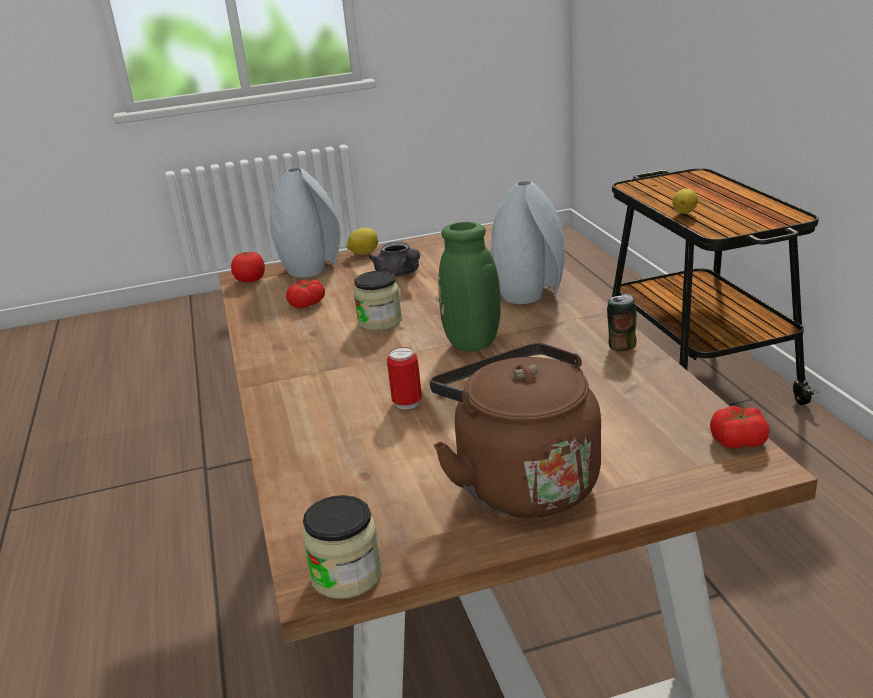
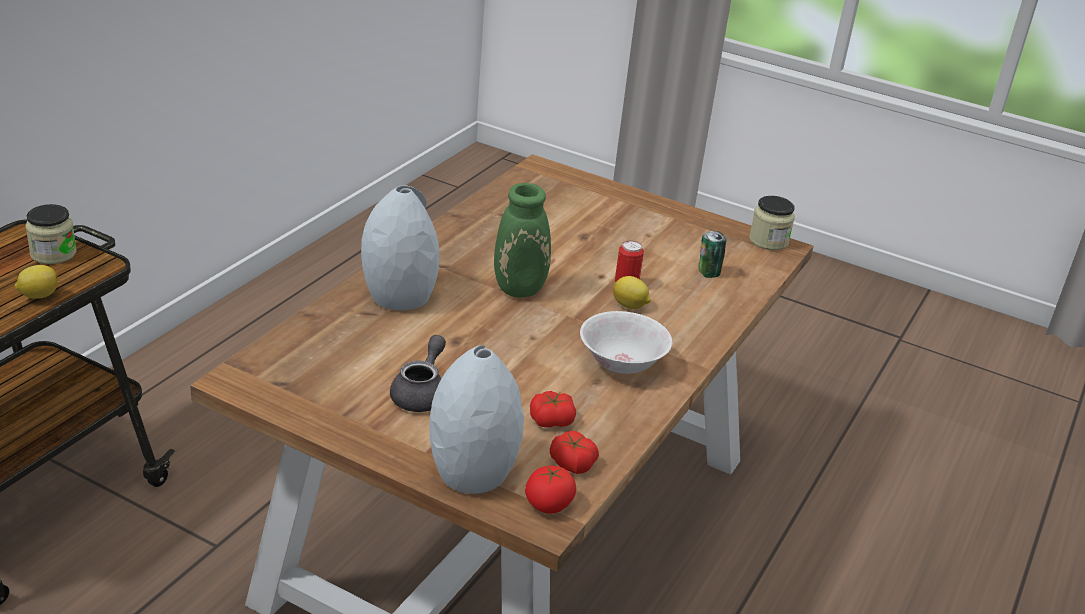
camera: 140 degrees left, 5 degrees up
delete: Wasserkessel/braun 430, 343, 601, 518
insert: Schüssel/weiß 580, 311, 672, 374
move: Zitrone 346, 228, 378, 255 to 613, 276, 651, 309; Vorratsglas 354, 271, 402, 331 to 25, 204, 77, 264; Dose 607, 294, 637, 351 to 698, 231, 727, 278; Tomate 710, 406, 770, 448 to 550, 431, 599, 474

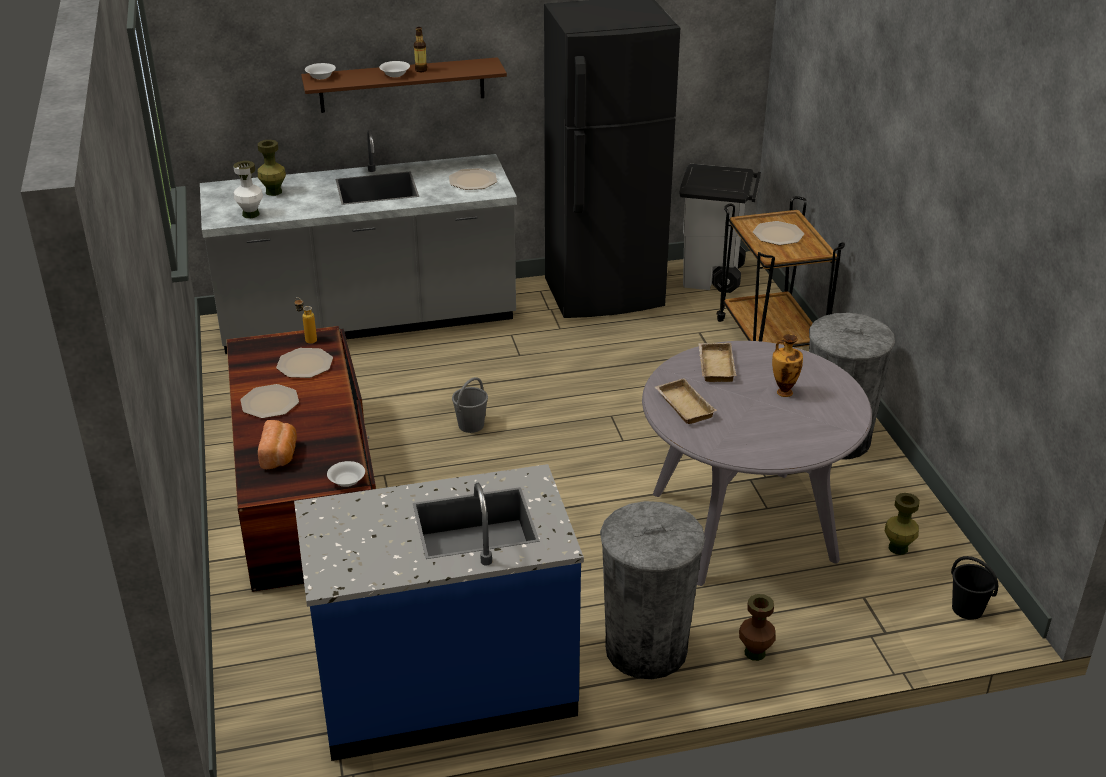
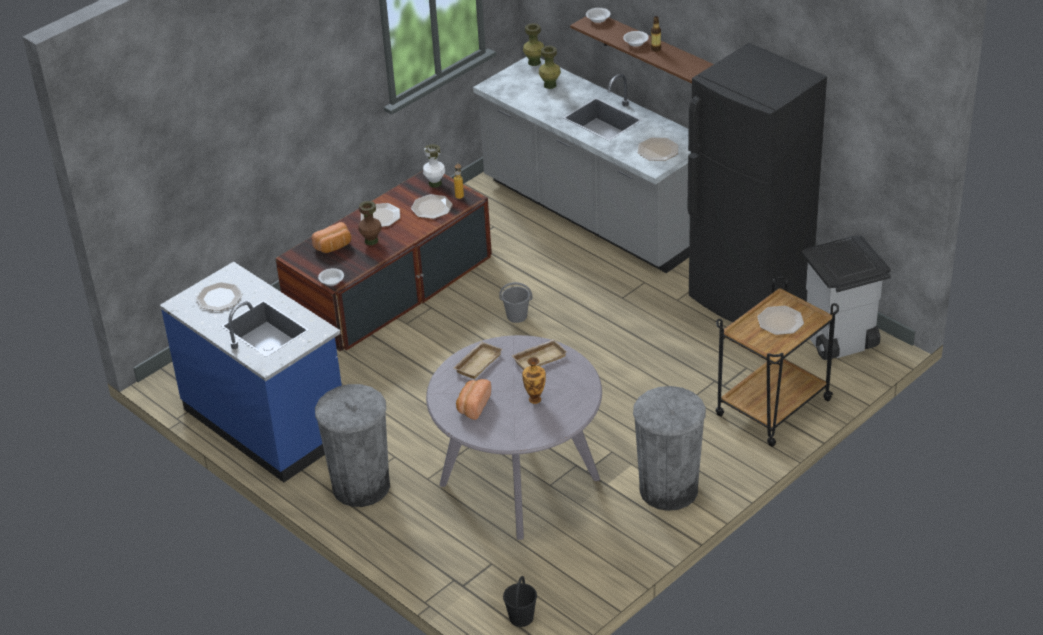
camera: 60 degrees right, 5 degrees up
insert: Teller 196, 282, 242, 311; Brot 456, 379, 491, 420
move: Vase/weiß 233, 161, 263, 218 to 423, 144, 445, 187; Vase/braun 739, 594, 776, 661 to 358, 201, 382, 245; Vase/grün 885, 493, 920, 555 to 523, 23, 544, 66

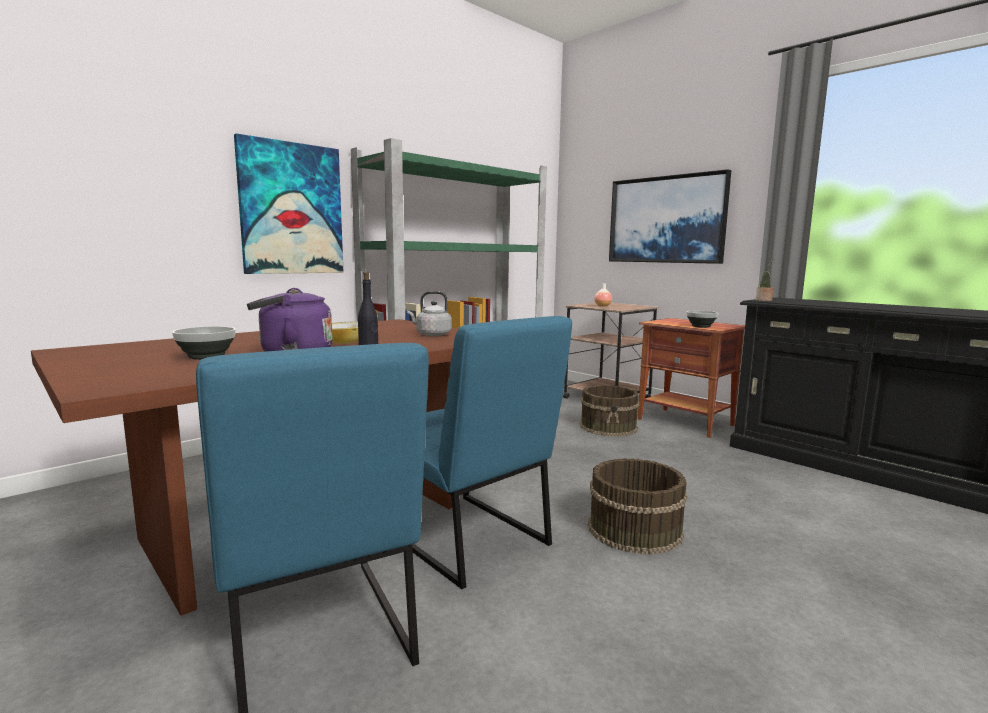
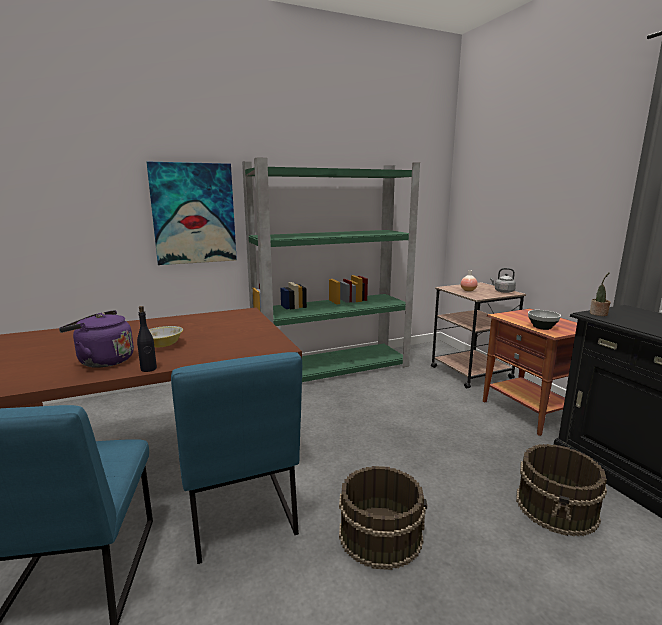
camera: 20 degrees right, 5 degrees up
delete: Schüssel 172, 326, 236, 360; Bild 609, 169, 731, 264
move: Wasserkessel/grau 407, 291, 452, 336 to 490, 268, 516, 293; Eimer/braun 580, 385, 640, 437 to 516, 444, 607, 537

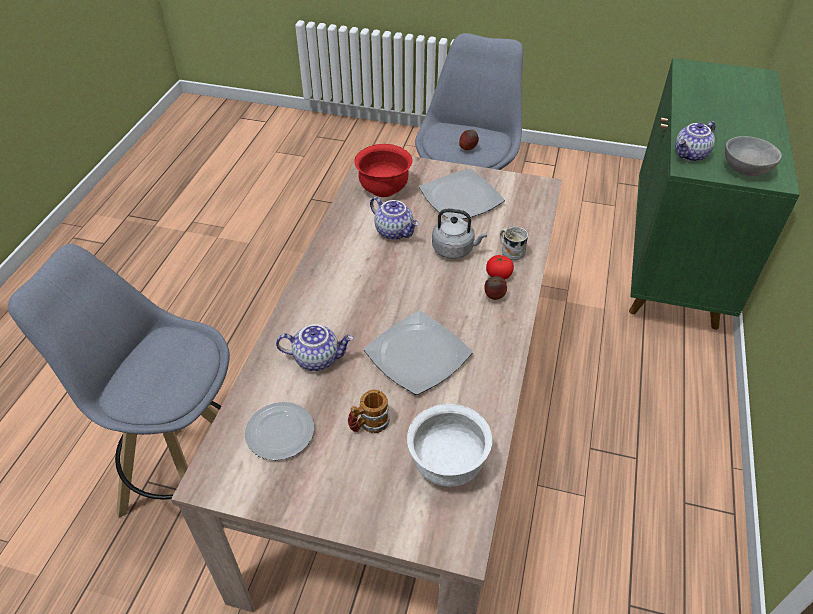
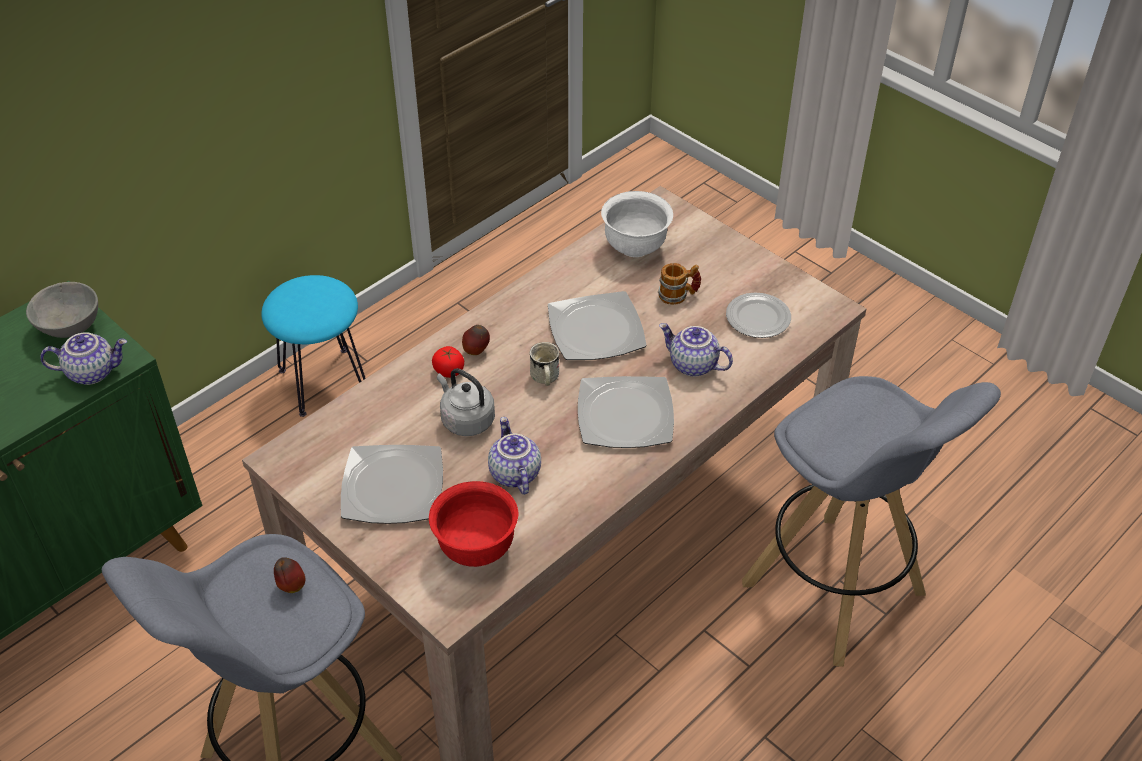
camera: 150 degrees left, 0 degrees up
insert: Hocker/türkis 261, 275, 366, 417; Teller 578, 376, 674, 448
move: Henkelbecher/weiß 500, 226, 528, 260 to 530, 342, 559, 386

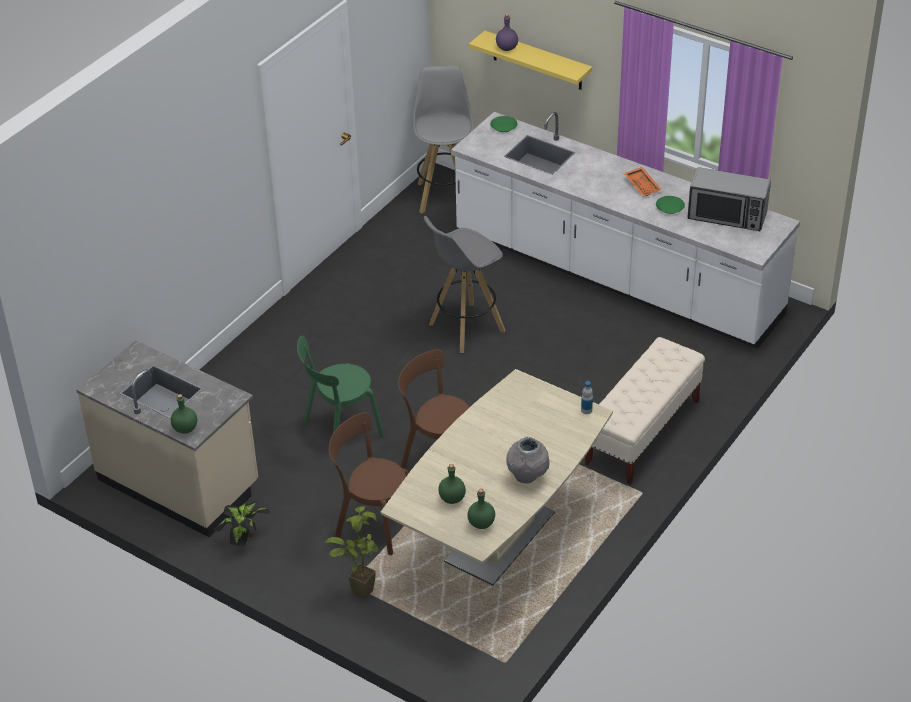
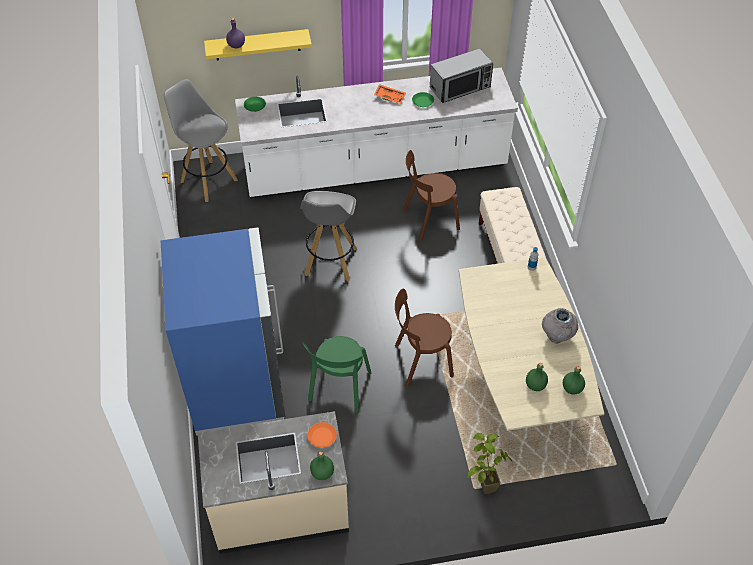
camera: 45 degrees left, 10 degrees up
delete: Topfpflanze 215, 501, 270, 546
insert: Kühlschrank/blau 160, 227, 285, 436; Teller/orange 308, 422, 337, 448
move: Stuhl/braun 329, 412, 409, 555 to 403, 150, 460, 241

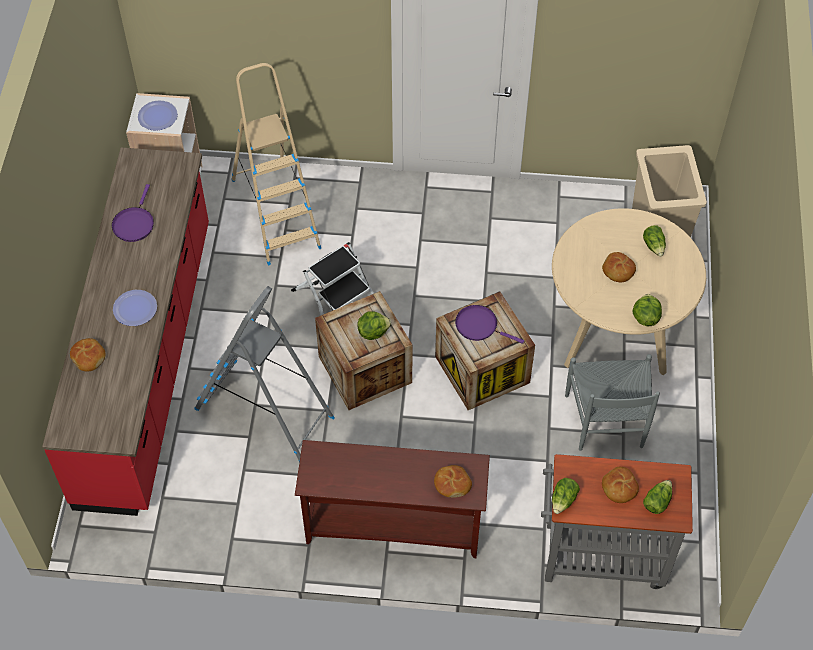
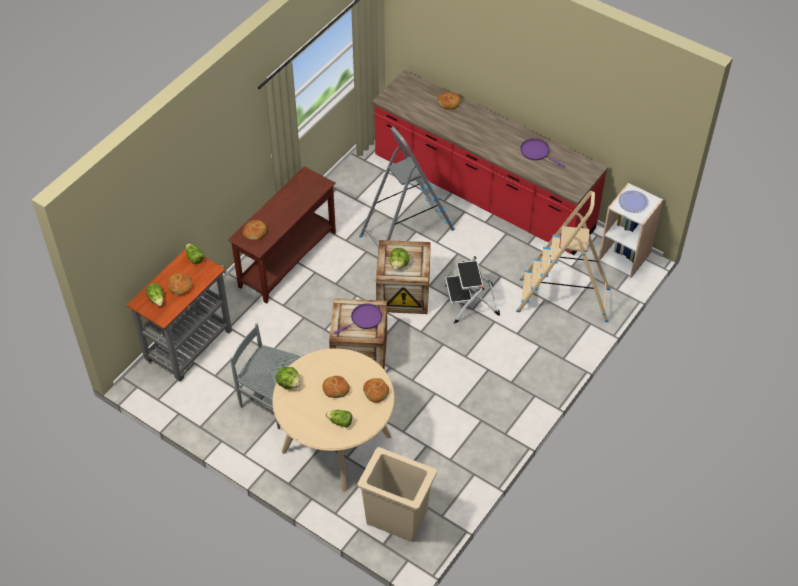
camera: 120 degrees right, 5 degrees down
delete: Teller 113, 290, 157, 326
insert: Brot 363, 378, 389, 403

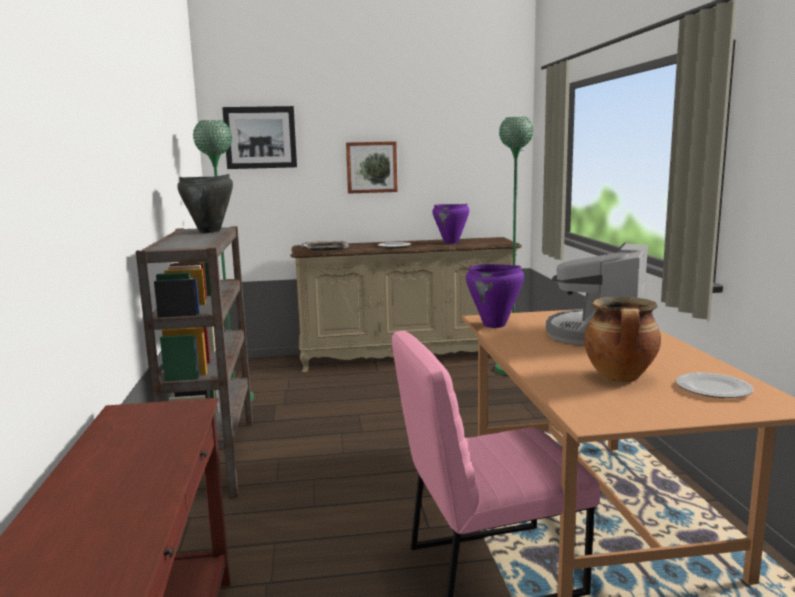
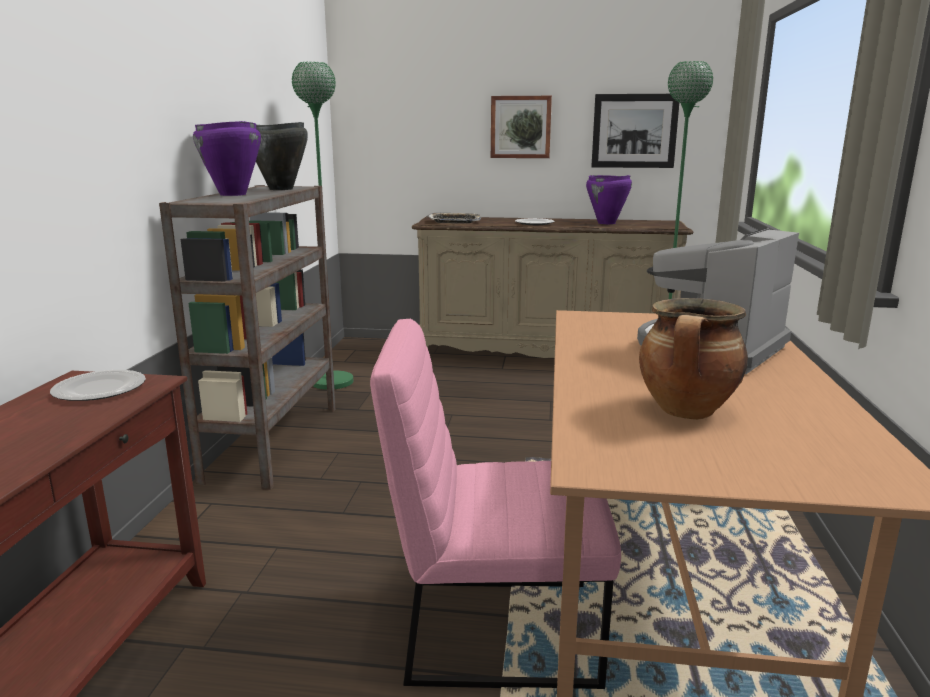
camera: 15 degrees right, 5 degrees up
move: Bild 222, 106, 297, 169 to 591, 94, 679, 168; Kochtopf/lila 466, 264, 524, 328 to 193, 121, 261, 196; Teller 675, 373, 754, 398 to 50, 370, 146, 401

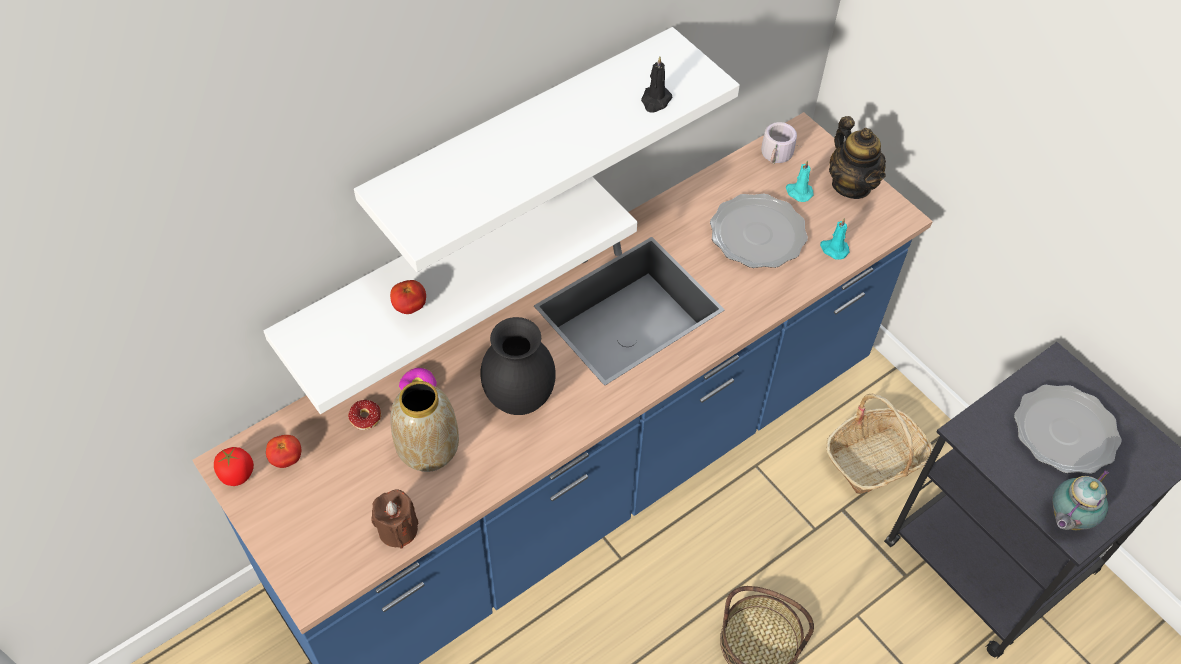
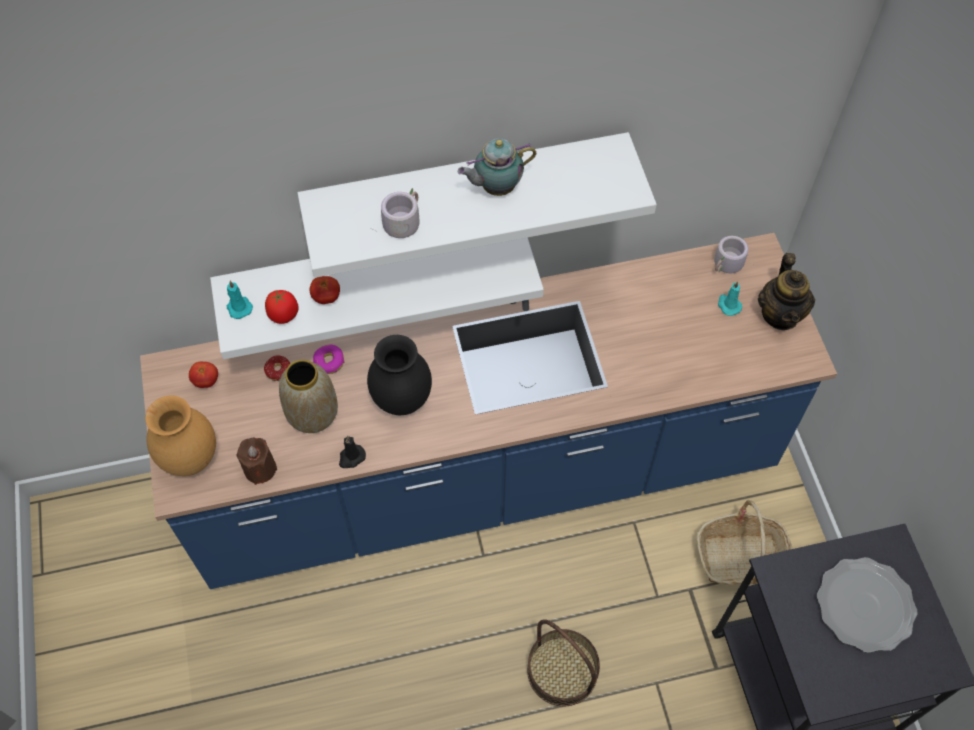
camera: 25 degrees right, 5 degrees up
delete: Teller 710, 194, 808, 268
insert: Vase/braun 145, 395, 216, 476; Henkelbecher/grau 371, 188, 420, 238
move: Tomate 214, 447, 254, 486 to 265, 290, 298, 324; Kerze/schwarz 641, 56, 673, 113 to 339, 436, 366, 468; Kerze/türkis 820, 218, 849, 260 to 227, 281, 253, 319; Teekanne 1052, 470, 1109, 530 to 458, 138, 536, 196

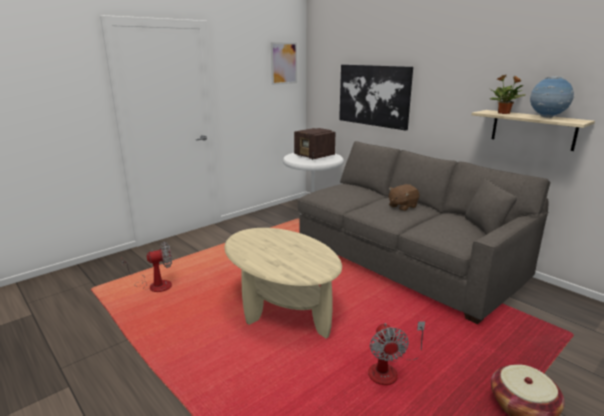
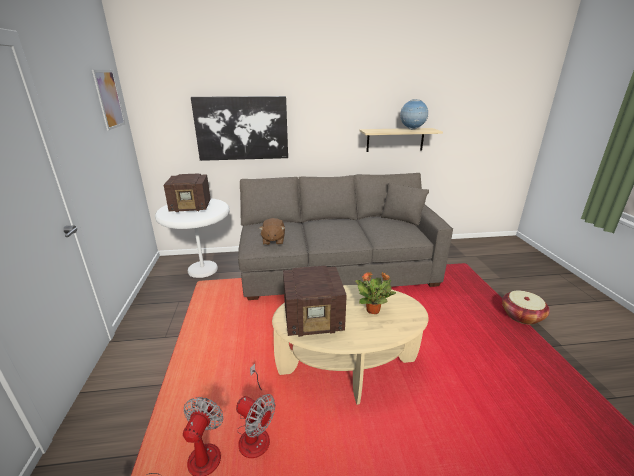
camera: 55 degrees left, 5 degrees up
insert: Radio 283, 266, 347, 337
move: Ventilator 368, 321, 425, 385 to 236, 363, 275, 458; Plüschtier/braun 389, 184, 420, 211 to 259, 218, 285, 245; Topfpflanze 490, 75, 525, 114 to 355, 272, 396, 314

